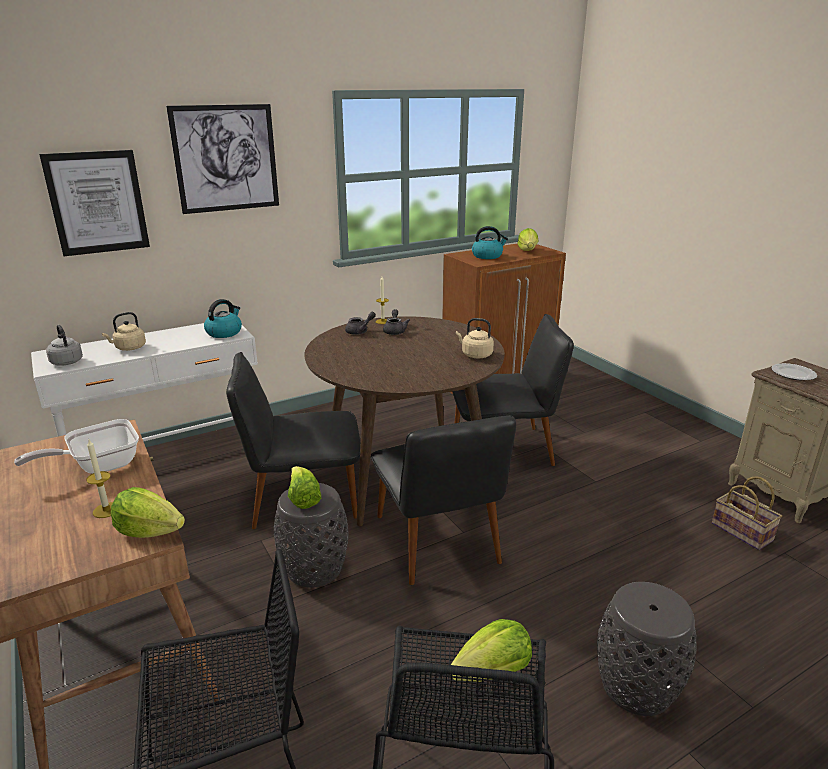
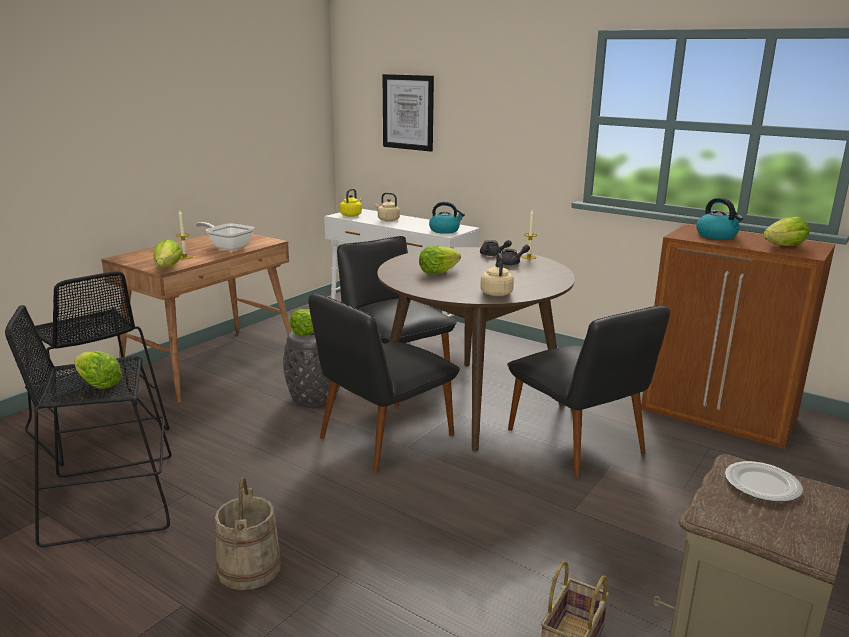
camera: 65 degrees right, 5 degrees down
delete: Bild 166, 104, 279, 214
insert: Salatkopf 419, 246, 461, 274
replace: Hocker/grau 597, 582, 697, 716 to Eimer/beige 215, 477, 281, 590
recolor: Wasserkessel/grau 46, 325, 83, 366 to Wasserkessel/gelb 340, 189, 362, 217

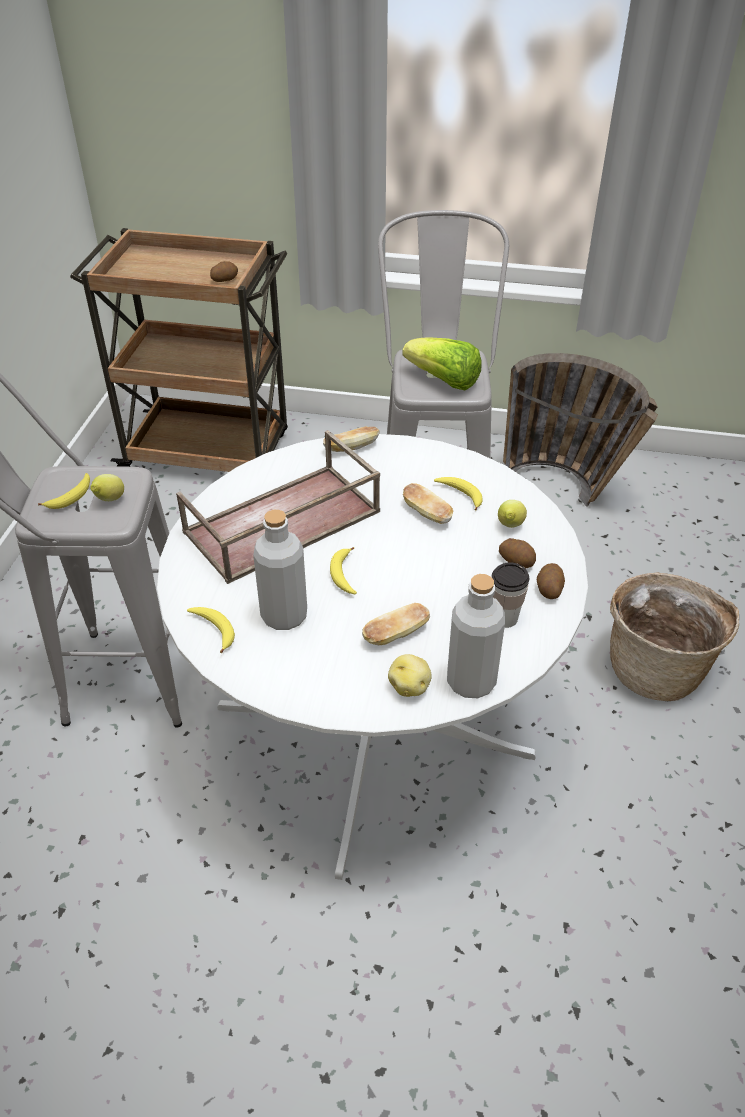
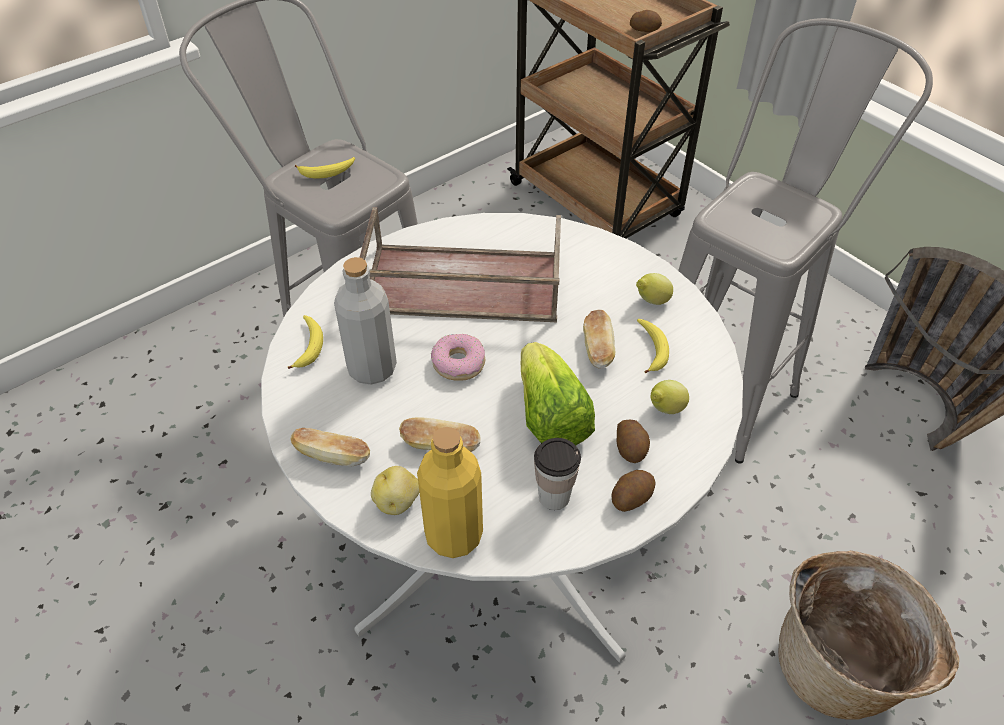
camera: 40 degrees right, 5 degrees up
move: Zitrone 90, 474, 124, 501 to 636, 273, 673, 305; Brot 323, 427, 380, 452 to 290, 428, 370, 466; Salatkopf 402, 337, 481, 390 to 521, 342, 595, 445
replace: Banane 330, 547, 357, 594 to Donut 431, 334, 485, 381
recolor: Flasche/grau 447, 574, 505, 698 to Flasche/gelb 417, 427, 483, 558

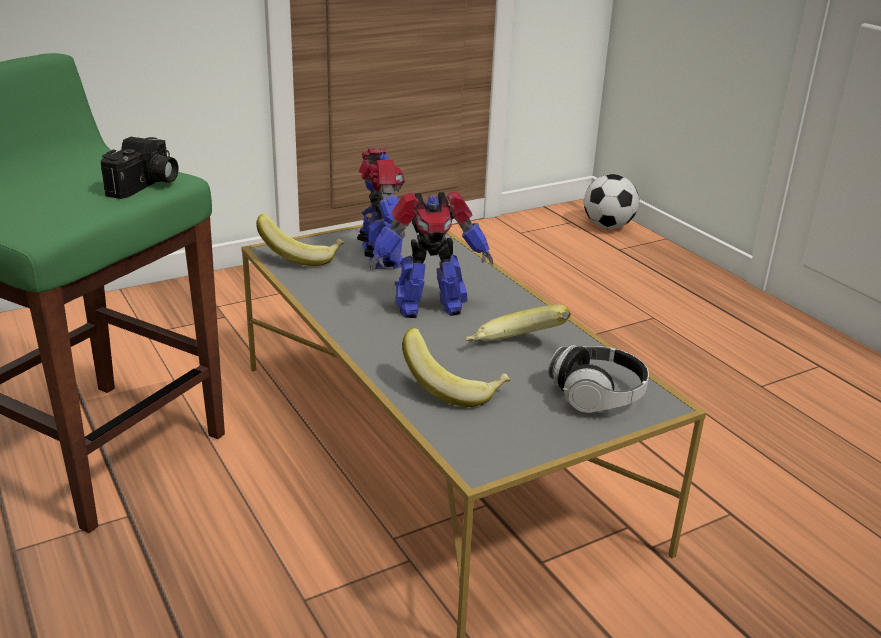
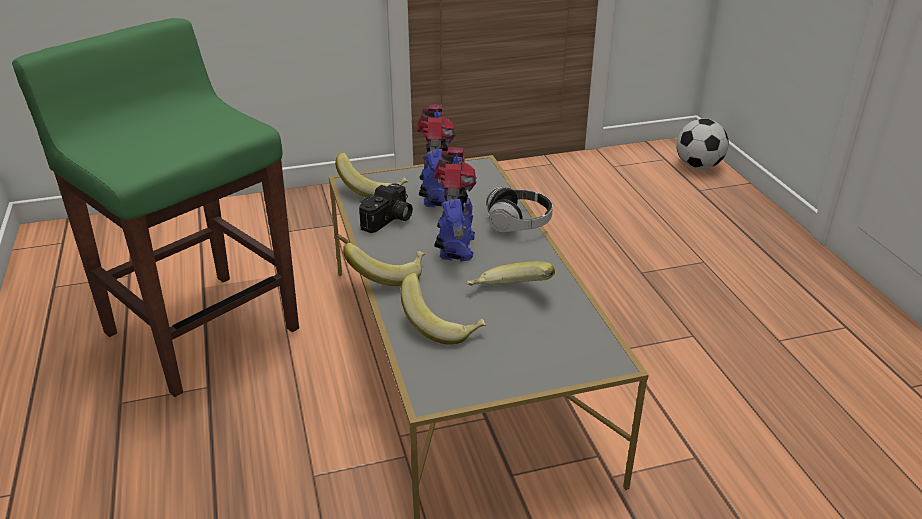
camera: 15 degrees right, 5 degrees up
insert: Banane 343, 243, 425, 286
move: Kamera 101, 137, 178, 199 to 359, 183, 413, 233; Kopfhörer 548, 345, 649, 413 to 486, 187, 553, 233
rotate: Spielzeugroboter 370, 191, 493, 318 = 434, 147, 477, 262 90 degrees counterclockwise

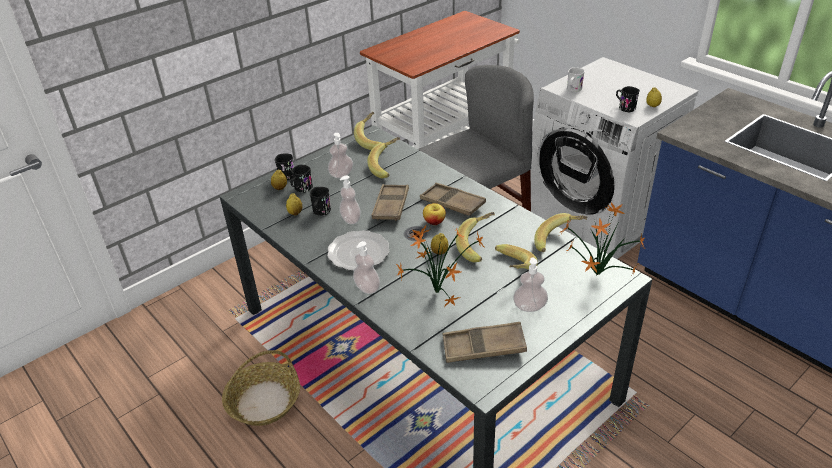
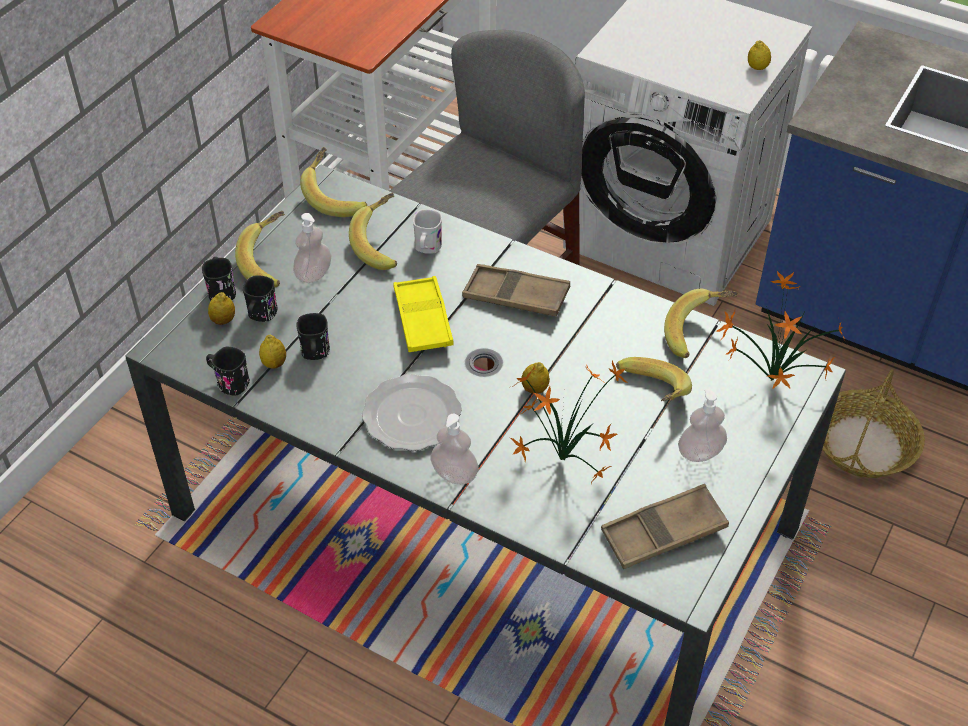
camera: 20 degrees left, 10 degrees up
delete: Seifenspender 339, 175, 361, 224; Apfel 423, 203, 446, 225
move: Korb 222, 350, 300, 426 to 822, 369, 925, 478; Banane 456, 212, 495, 262 to 235, 211, 284, 287; Henkelbecher/weiß 567, 67, 585, 92 to 413, 209, 442, 254; Henkelbecher/schwarz 616, 86, 640, 112 to 206, 347, 250, 396
recolor: Tablett/braun 372, 184, 409, 221 to Tablett/gelb 393, 276, 454, 352

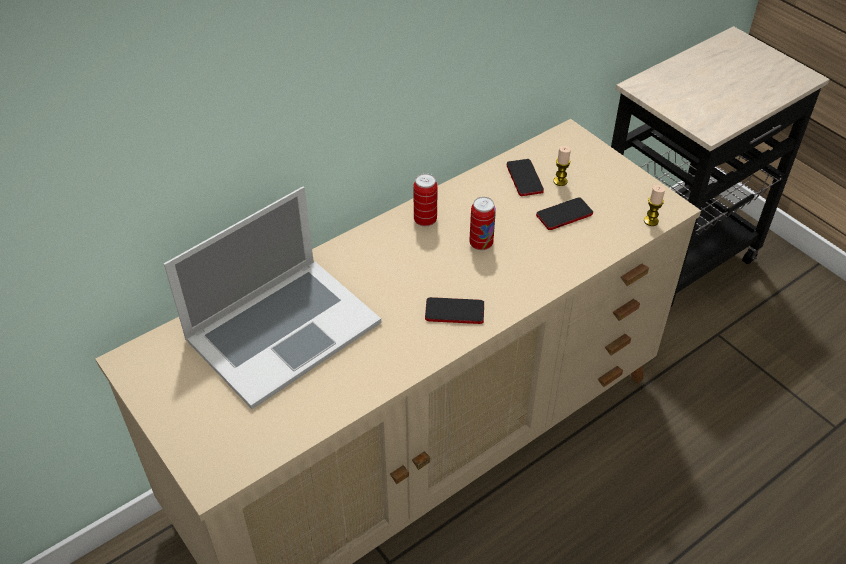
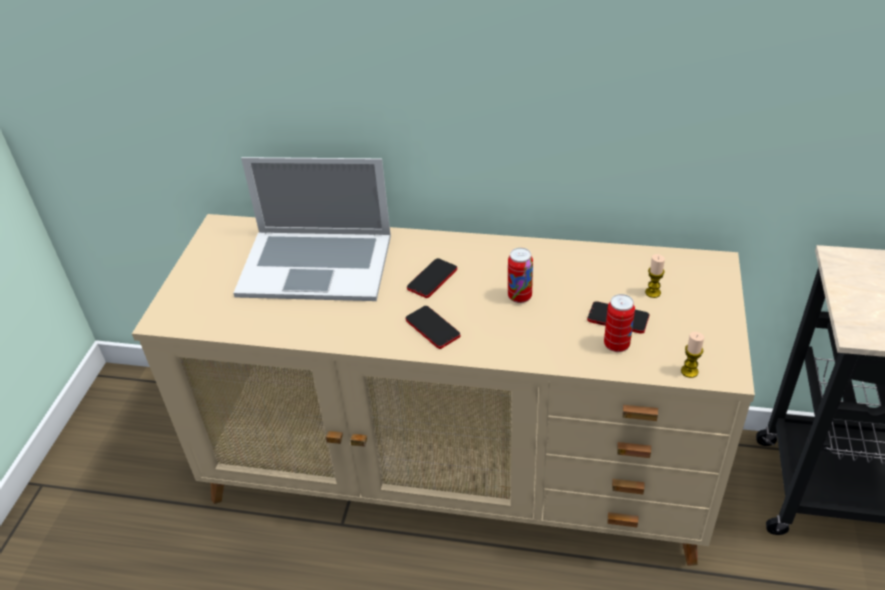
camera: 50 degrees right, 5 degrees down
move: Dose 413, 173, 438, 227 to 604, 294, 635, 352; Handy 507, 159, 544, 196 to 407, 258, 457, 298

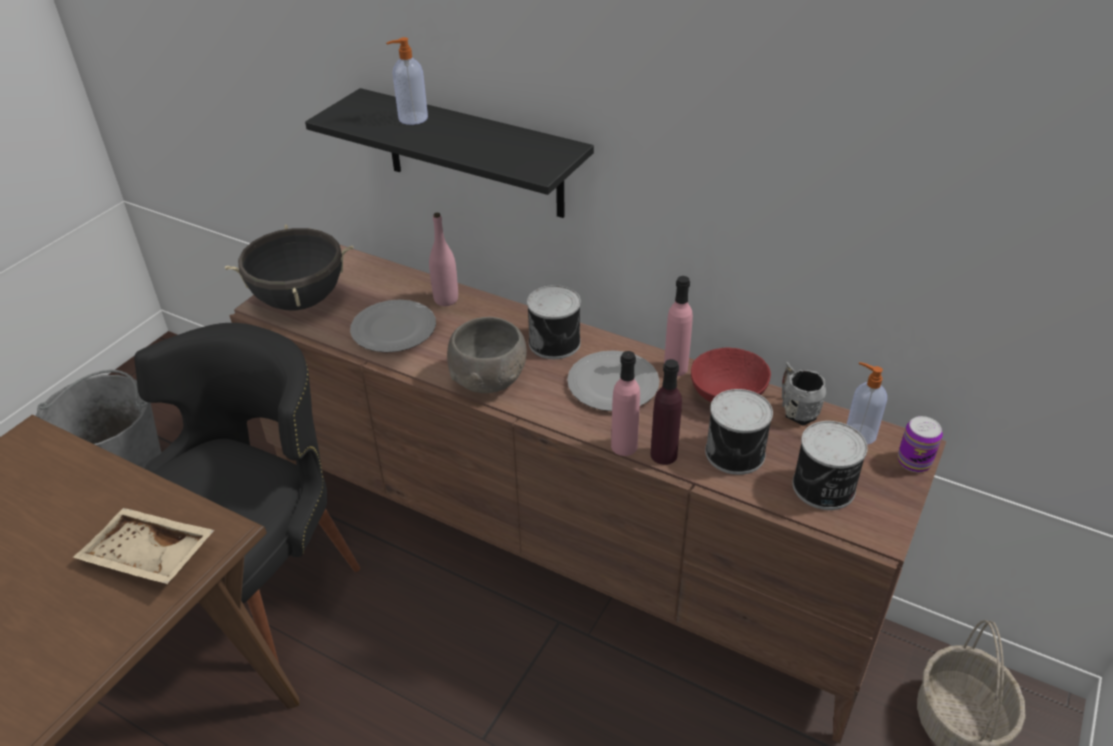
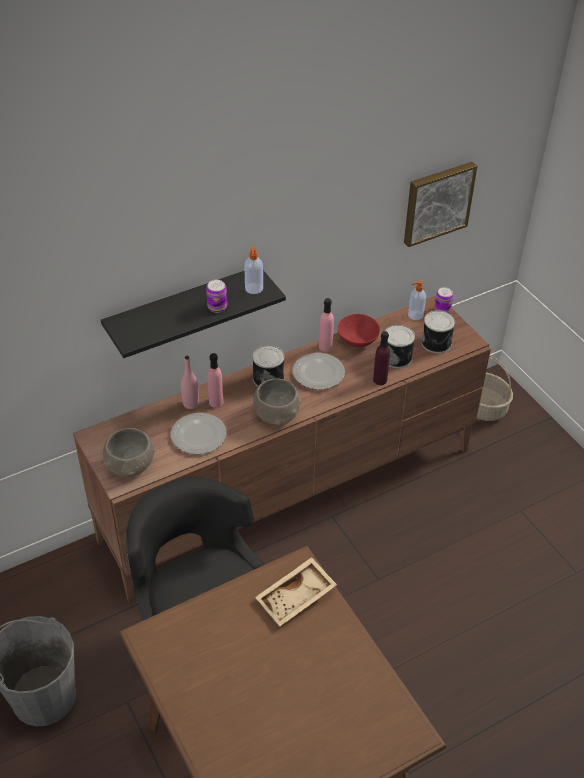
camera: 60 degrees left, 5 degrees up
delete: Henkelbecher/grau 782, 362, 826, 426
insert: Dose 206, 280, 227, 313; Bild 404, 162, 477, 247
move: Seifenspender 386, 37, 428, 125 to 244, 247, 263, 294; Flasche/rosa 611, 351, 640, 456 to 207, 353, 223, 408
replace: Kochtopf/schwarz 225, 224, 353, 310 to Schüssel/grau 102, 428, 155, 477

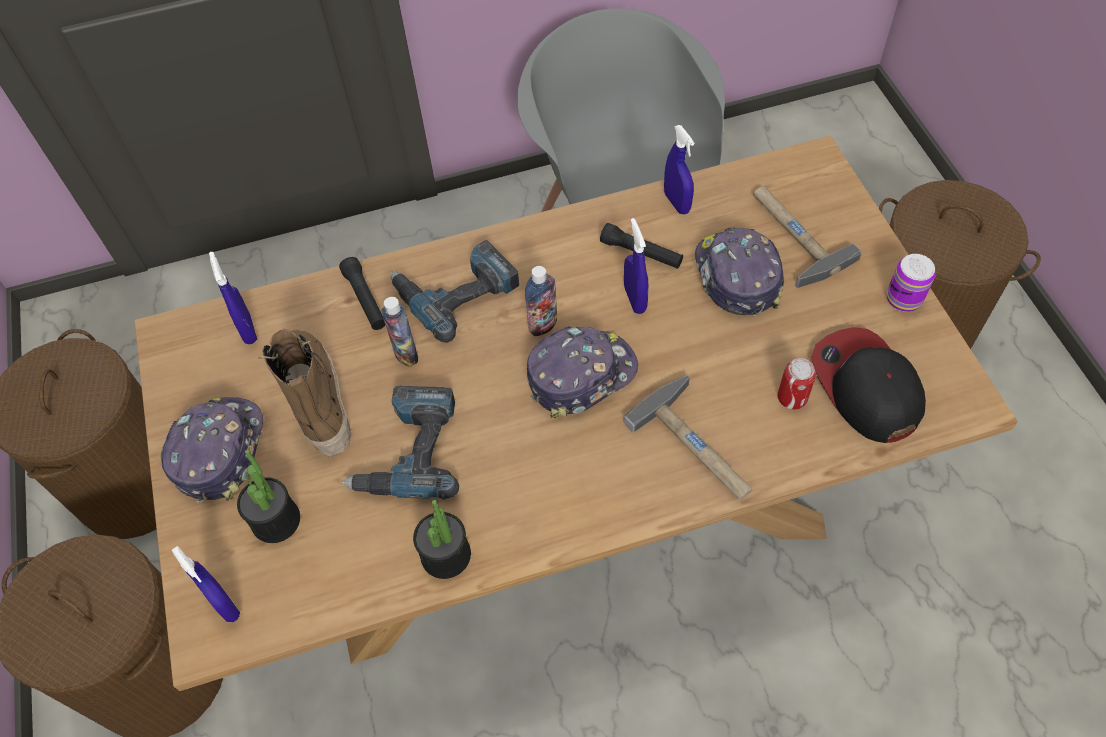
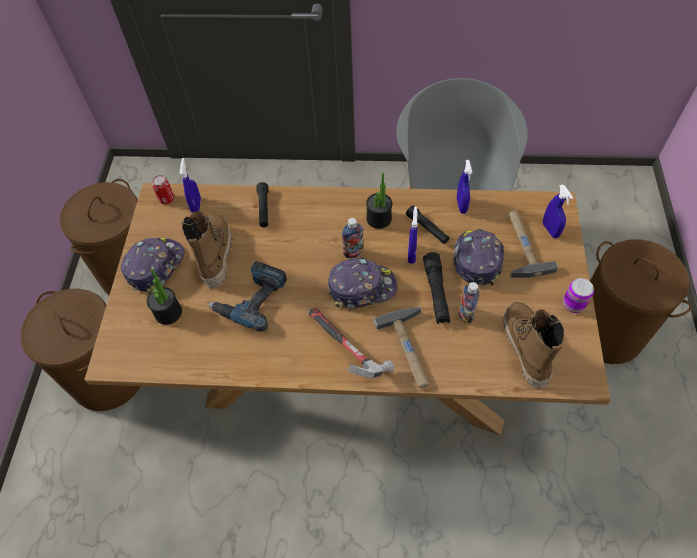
camera: 20 degrees right, 0 degrees up
delete: Bohrmaschine 390, 240, 519, 343
insert: Hammer 308, 308, 394, 378; Taschenlampe/schwarz 423, 252, 450, 324
move: Sprühflasche/blau 172, 546, 240, 622 to 543, 184, 573, 238; Flasche 381, 297, 418, 367 to 459, 282, 479, 324; Topfpflanze 413, 500, 471, 579 to 366, 173, 392, 229; Dose 778, 358, 816, 409 to 152, 175, 174, 204
replace: Kappe 811, 327, 926, 443 to Stiefel 503, 302, 564, 389

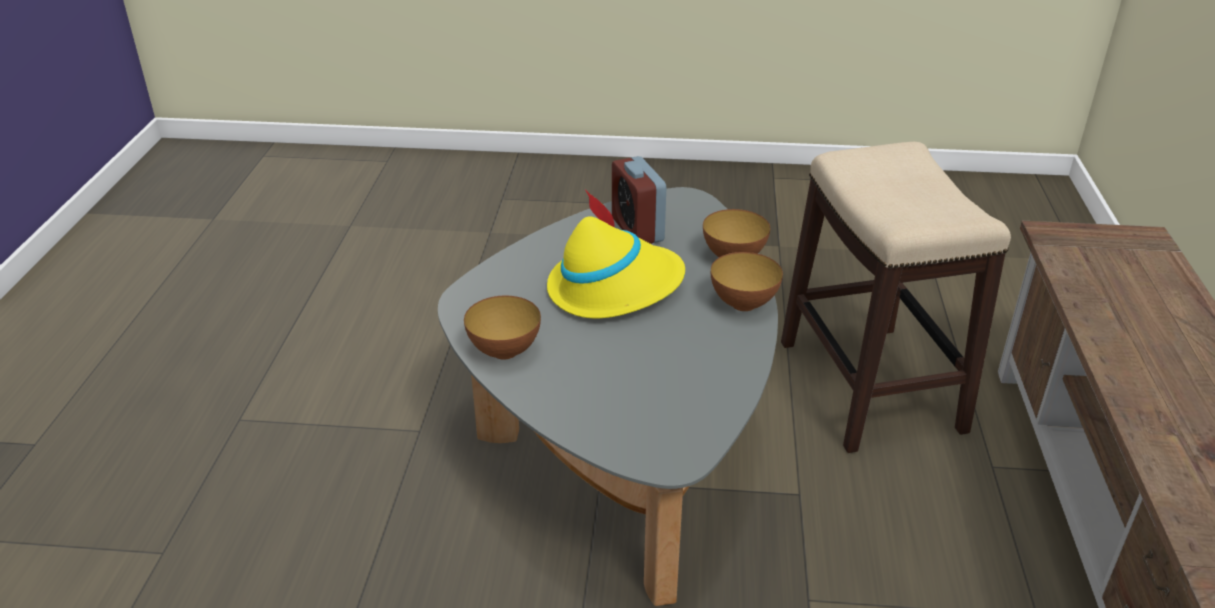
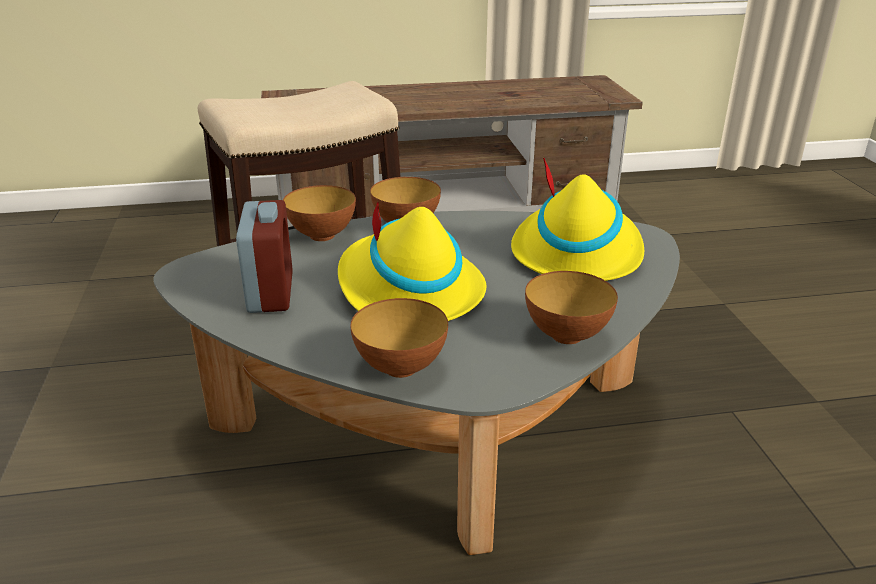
camera: 105 degrees left, 5 degrees down
insert: Schüssel 351, 298, 448, 378; Hut/gelb 511, 157, 644, 281
rotate: Wecker 612, 156, 666, 244 = 236, 200, 293, 313 60 degrees counterclockwise

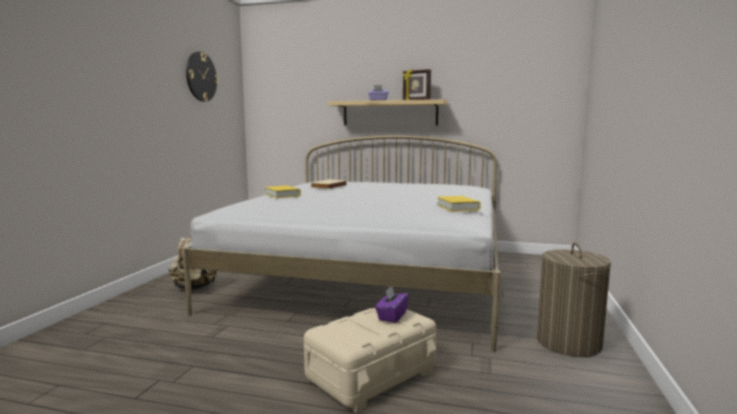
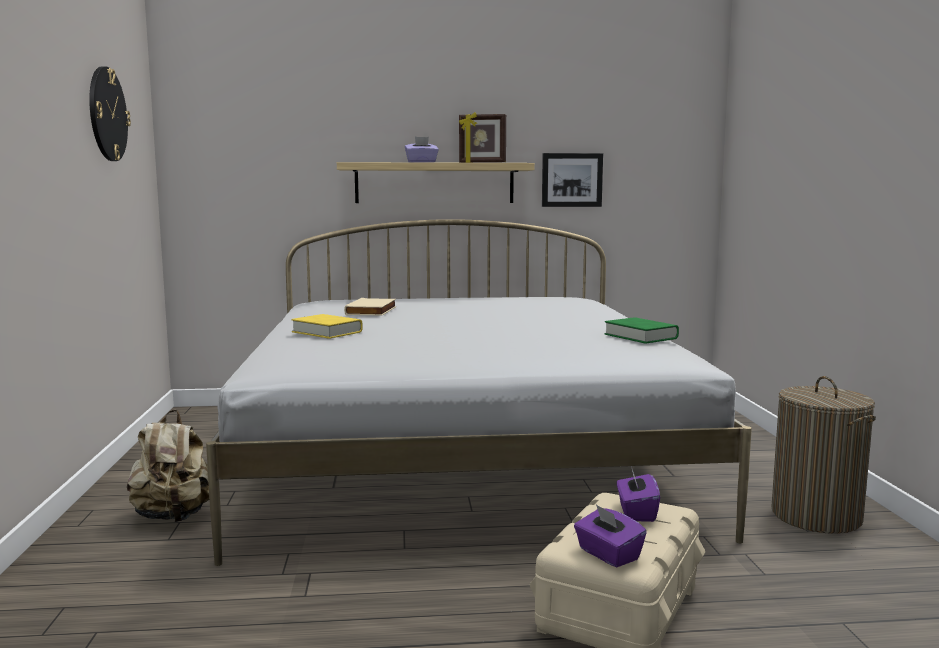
camera: 20 degrees left, 0 degrees up
insert: Bild 542, 153, 603, 207; Taschentuchbox/lila 574, 504, 647, 567
recolor: Buch/gelb 437, 196, 481, 212 to Buch/grün 604, 317, 679, 344

